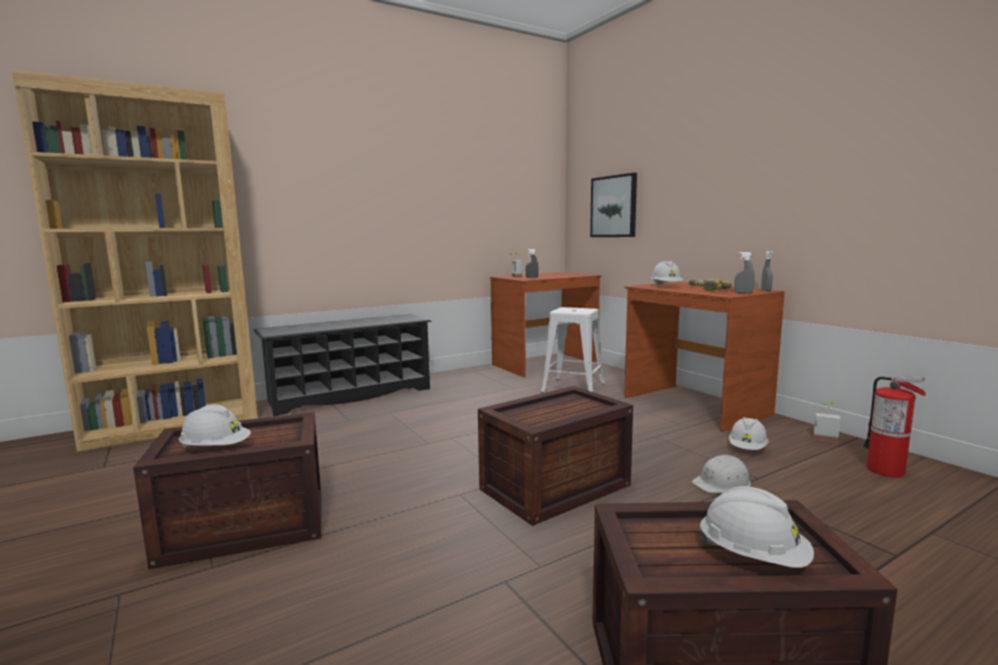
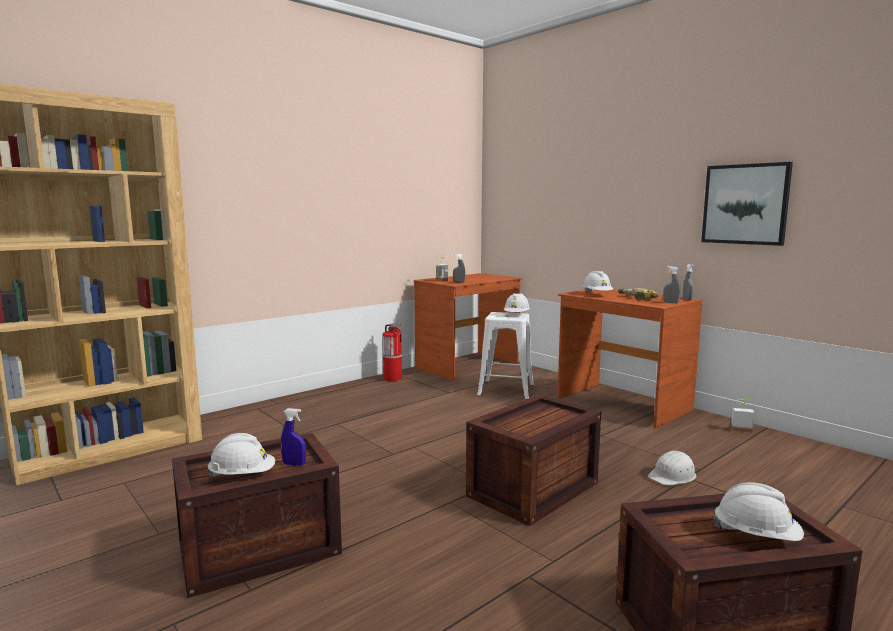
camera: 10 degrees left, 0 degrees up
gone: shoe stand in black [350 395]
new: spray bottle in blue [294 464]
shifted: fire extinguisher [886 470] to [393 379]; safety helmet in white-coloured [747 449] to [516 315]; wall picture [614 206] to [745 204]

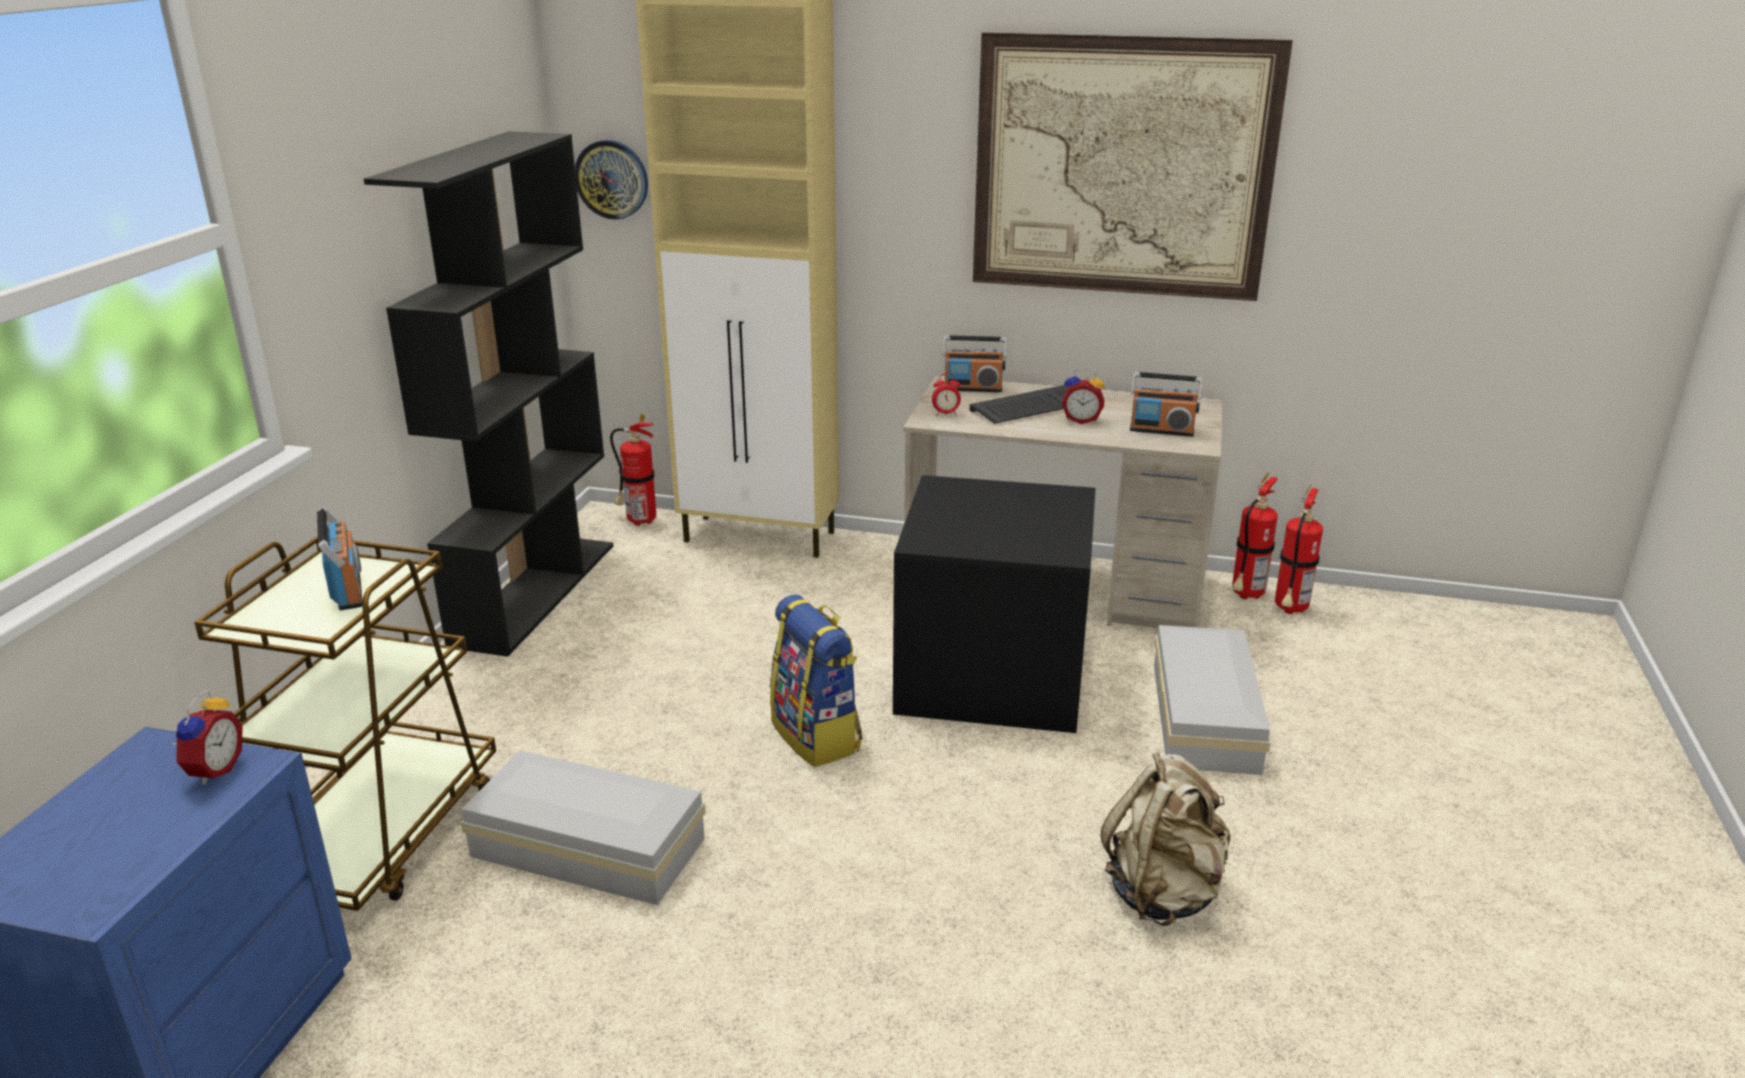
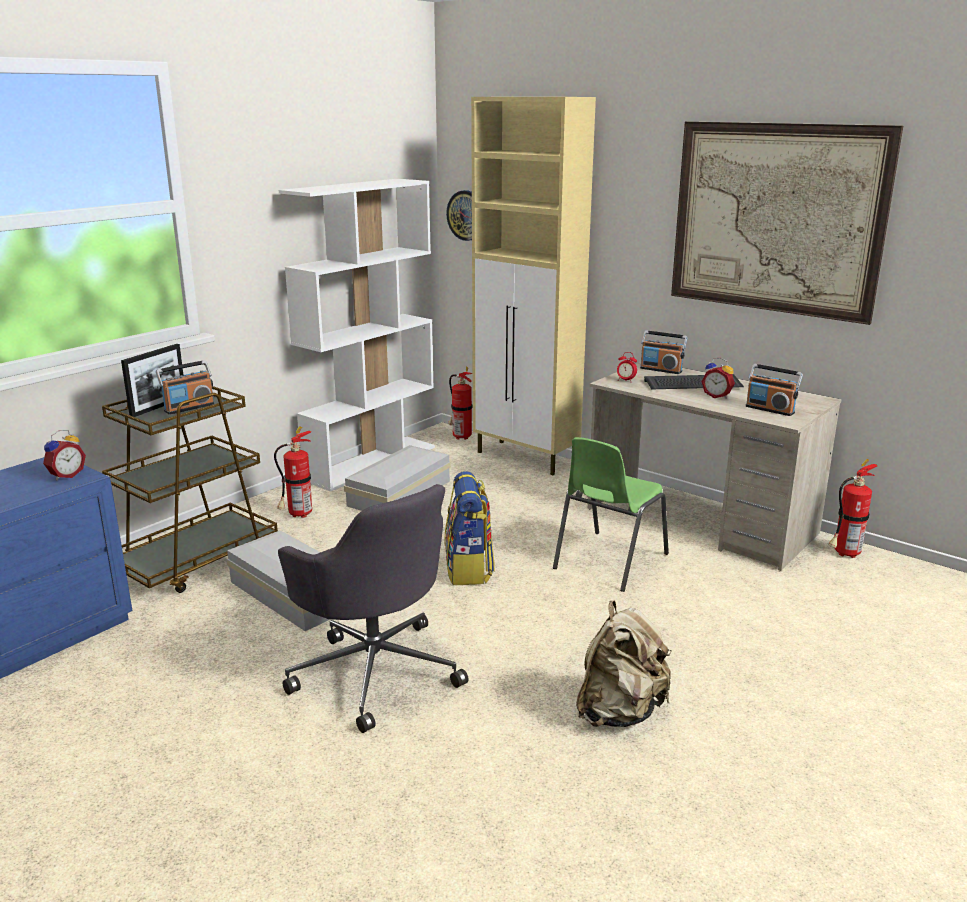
camera: 25 degrees right, 5 degrees down
new: photo frame [159 407]; desk chair in greyish [375 670]
shifted: fire extinguisher [1289 610] to [297 515]; storage box in white-coloured [1206 715] to [401 493]
swapped: storage box in black [989 675] to plain chair in greenish [608 561]
repainted: shelving unit in black [534 592] to shelving unit in white-coloured [371 462]
rotated: radio receiver [347 590] = [189 407] 45 degrees clockwise

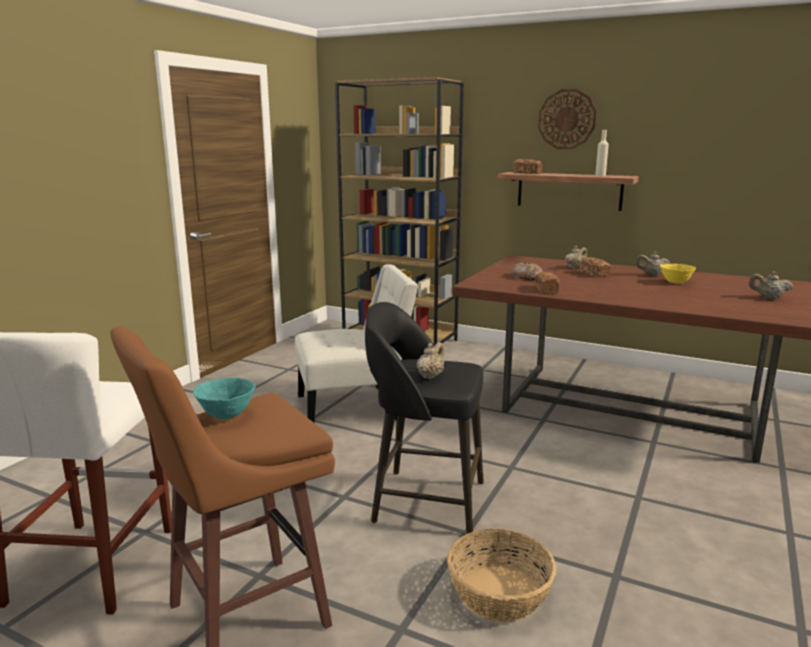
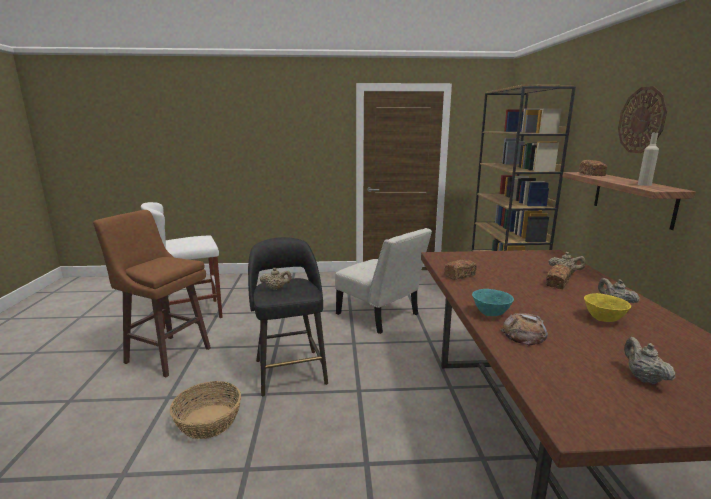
camera: 60 degrees right, 0 degrees up
shifted: serving bowl in blue-green [226 415] to [490 314]; bakery bread [527 277] to [524 334]

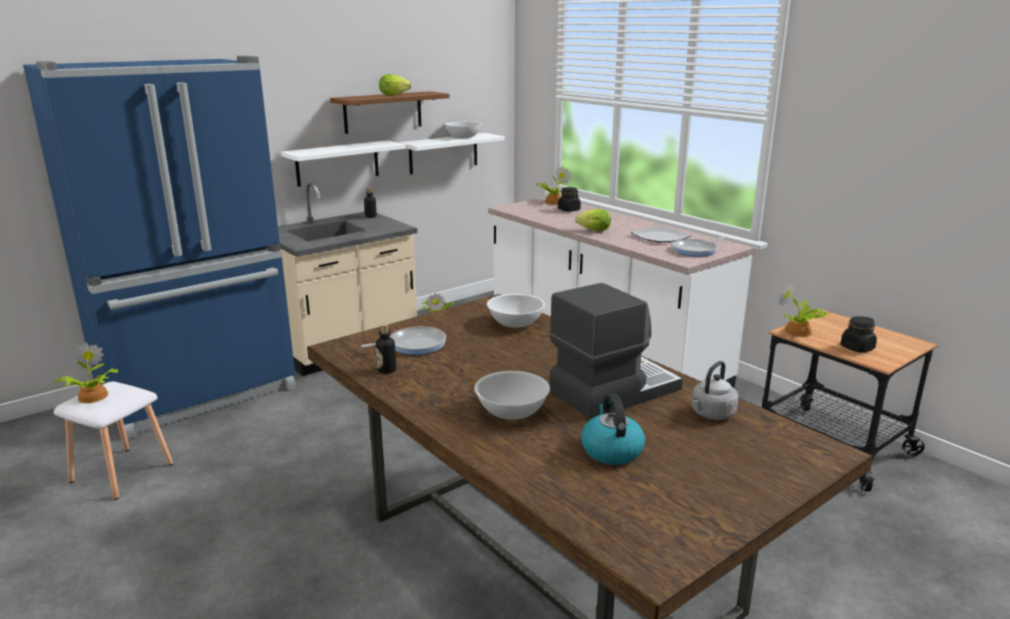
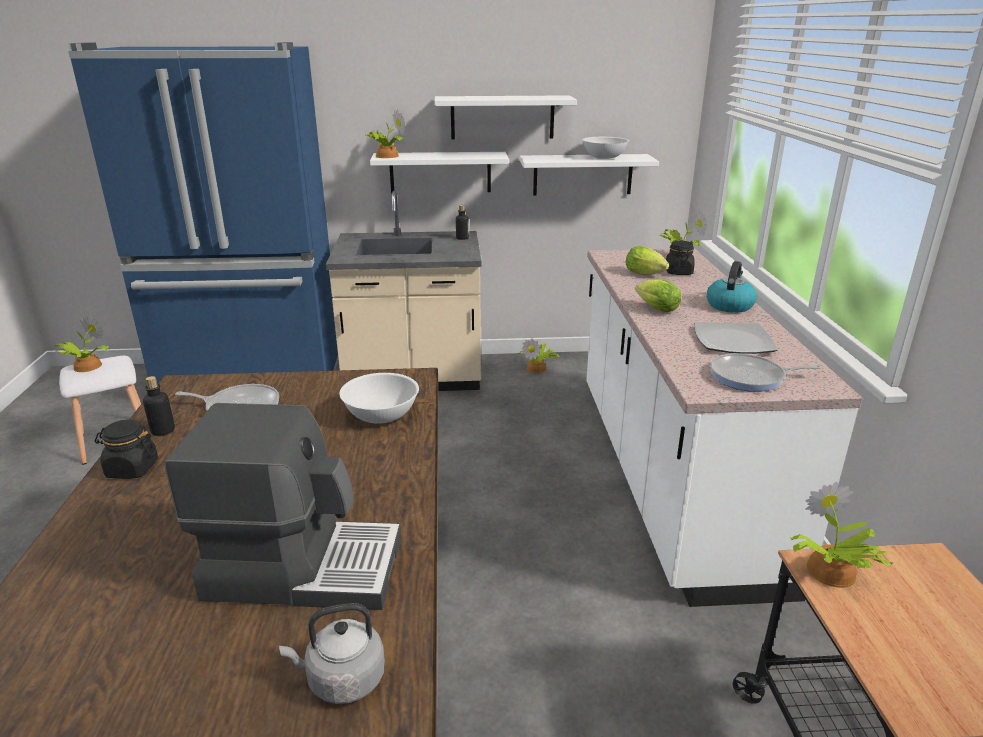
camera: 35 degrees right, 5 degrees up
gone: serving bowl in white-coloured [512 411]
new: plant in a pot [385 156]
shifted: jar in black [857 348] to [132 469]; lettuce head [396 95] to [646 275]; tea kettle [611 450] to [729 305]
repainted: wall shelf in brown-coloured [383 112] to wall shelf in white-coloured [502 117]

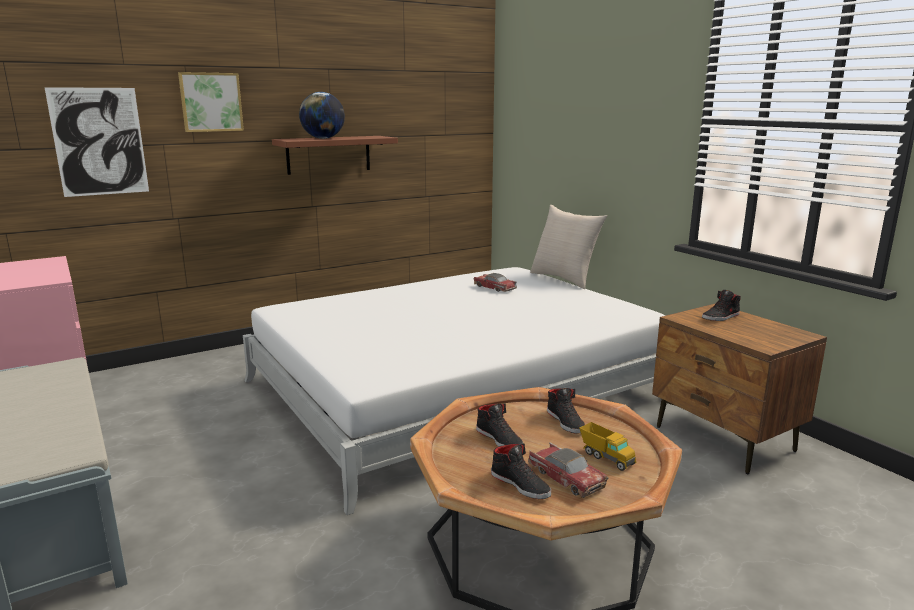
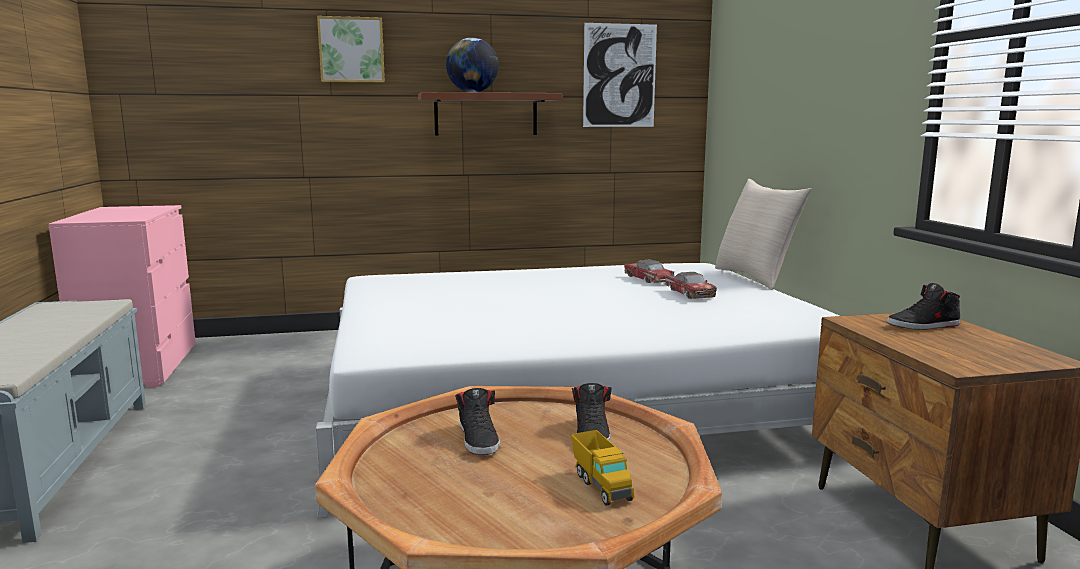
camera: 20 degrees right, 5 degrees down
gone: low shoe in black [520 484]
shifted: wall picture [99 142] to [619 75]; toy car [566 477] to [689 293]

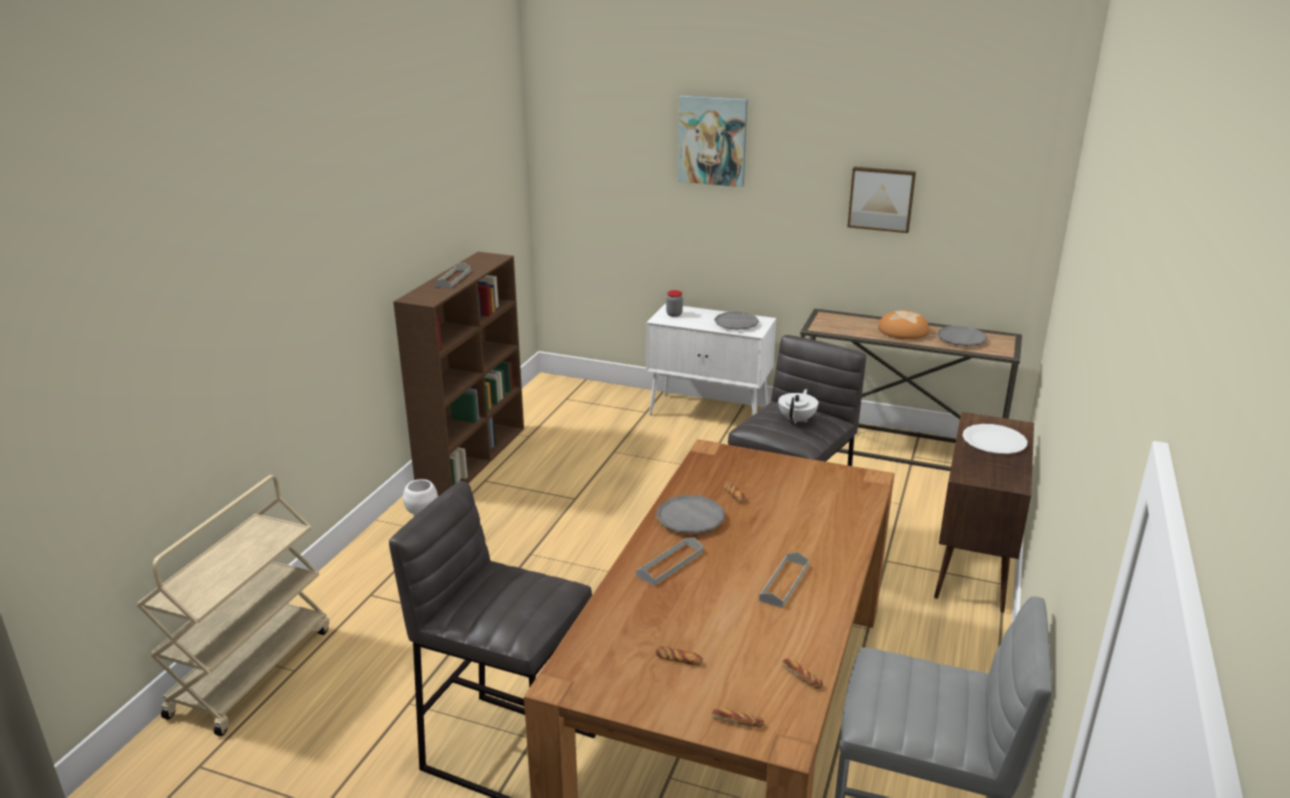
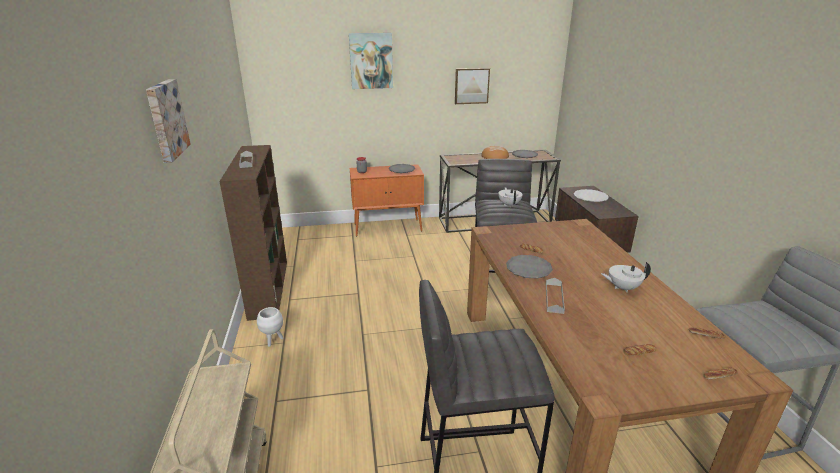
camera: 30 degrees left, 0 degrees up
new: wall picture [165 119]
swapped: serving tray in greyish [784 583] to pot for tea in white-coloured [622 288]
repainted: storage cabinet in white-coloured [710 413] to storage cabinet in orange [388 227]

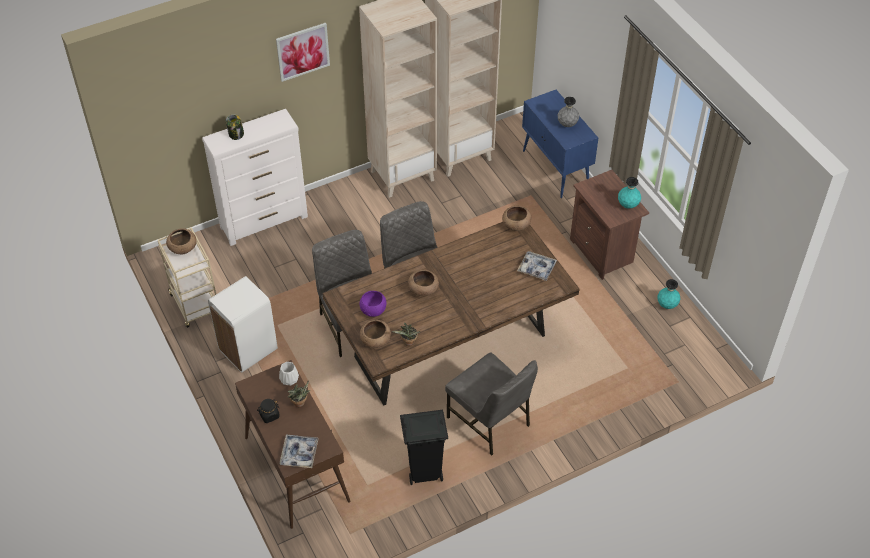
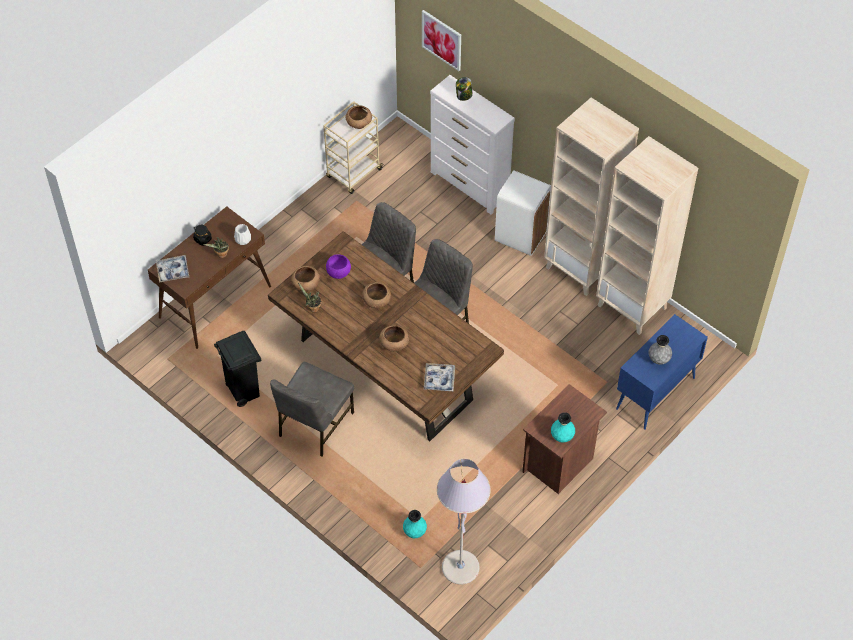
camera: 70 degrees right, 5 degrees up
new: standing lamp in greyish [460 567]
shifted: serving bowl in brown-coloured [515 225] to [394 343]; decorative vase in blue-green [667 305] to [415 532]; wall picture [302 51] to [442 40]; waste bin in white-coloured [248 350] to [520 237]

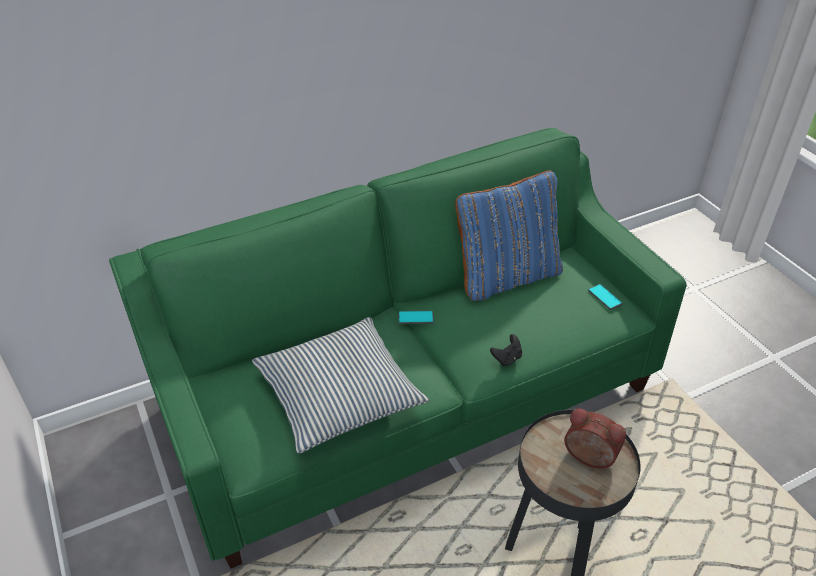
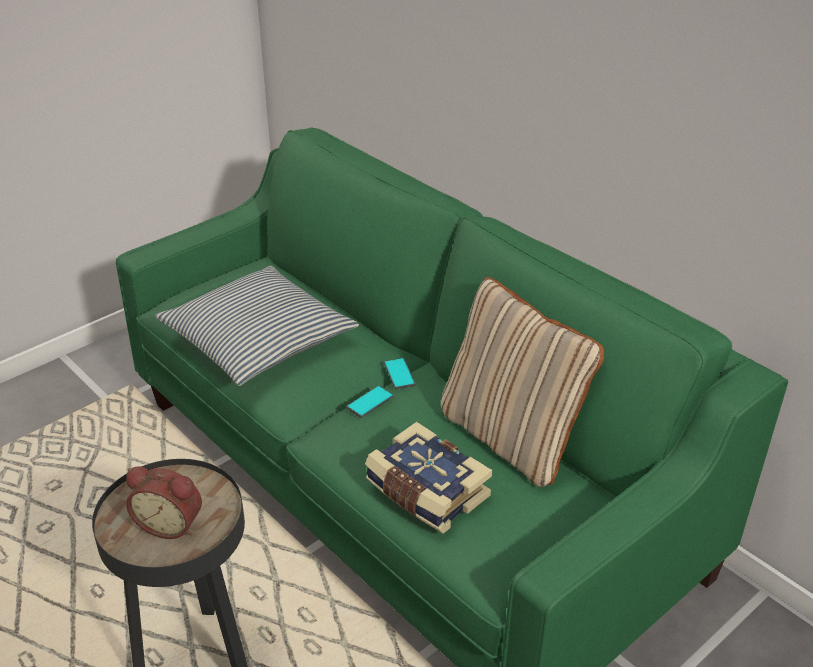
camera: 75 degrees right, 5 degrees down
gone: gamepad in black [507 358]
new: book [425 493]
shifted: handset [605 297] to [370 402]
repainted: cushion in blue [506 276] to cushion in beige-coloured [511 437]
rotated: alarm clock [588 458] = [171 523] 90 degrees clockwise

